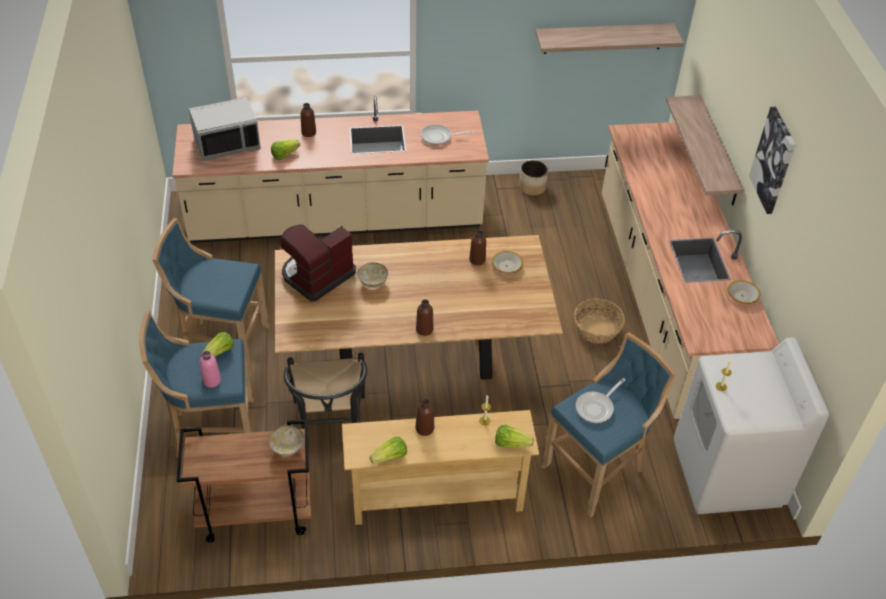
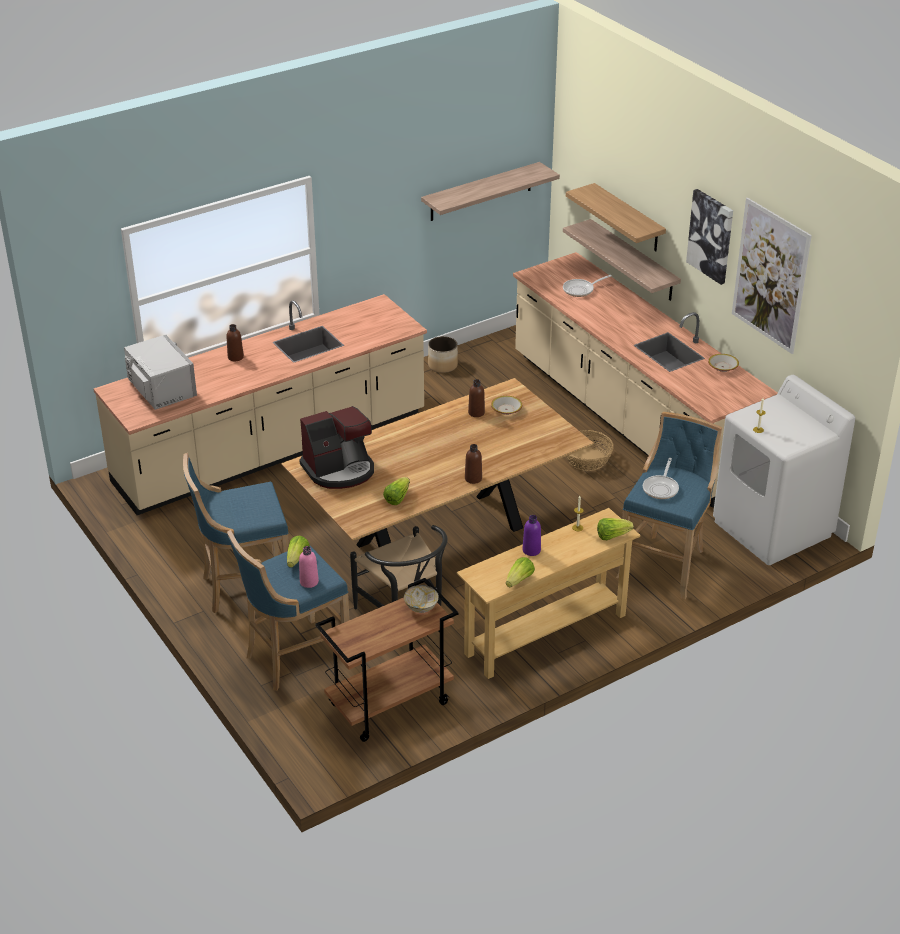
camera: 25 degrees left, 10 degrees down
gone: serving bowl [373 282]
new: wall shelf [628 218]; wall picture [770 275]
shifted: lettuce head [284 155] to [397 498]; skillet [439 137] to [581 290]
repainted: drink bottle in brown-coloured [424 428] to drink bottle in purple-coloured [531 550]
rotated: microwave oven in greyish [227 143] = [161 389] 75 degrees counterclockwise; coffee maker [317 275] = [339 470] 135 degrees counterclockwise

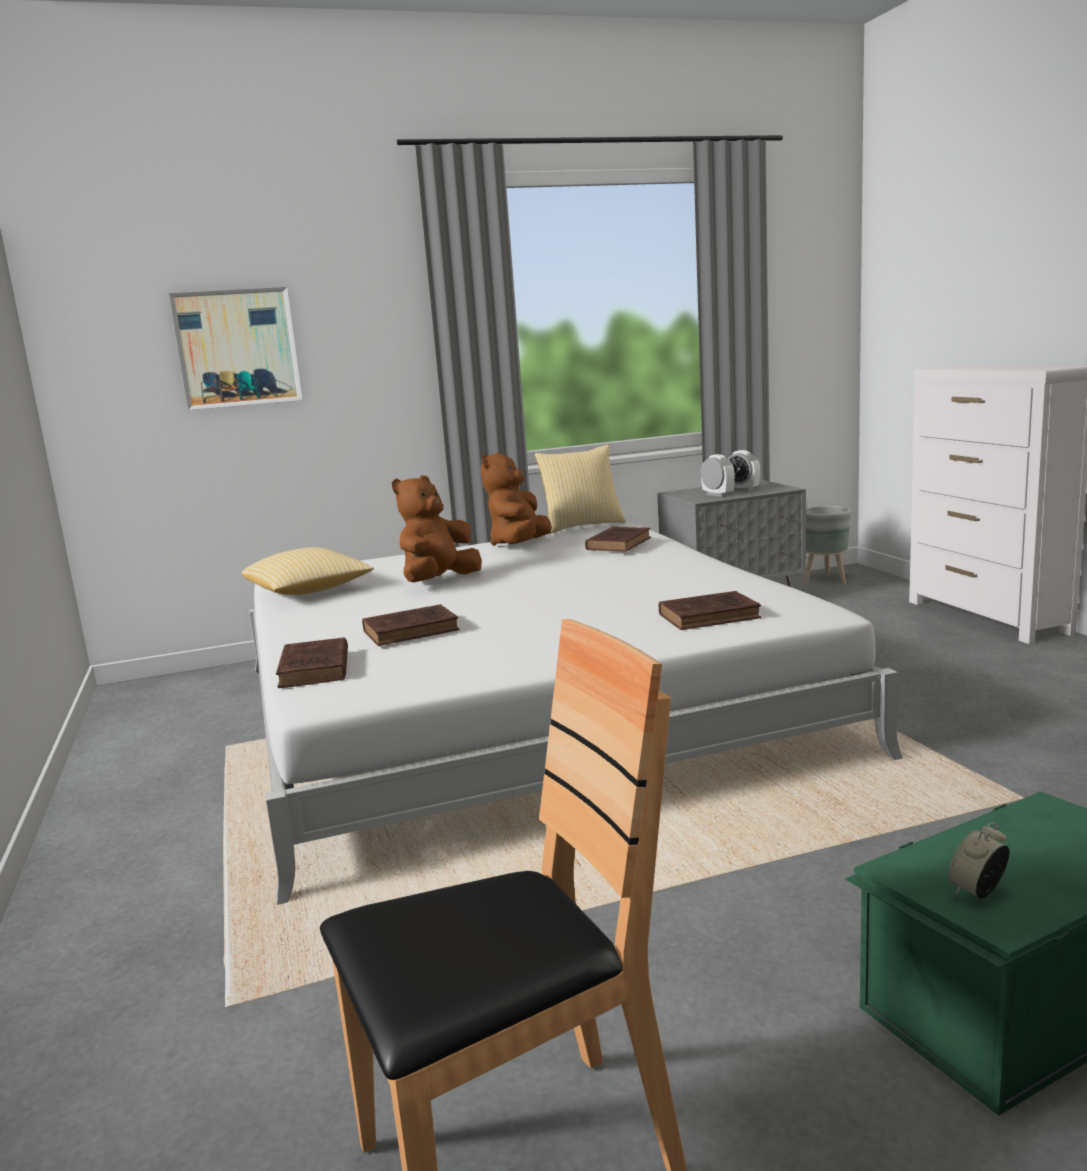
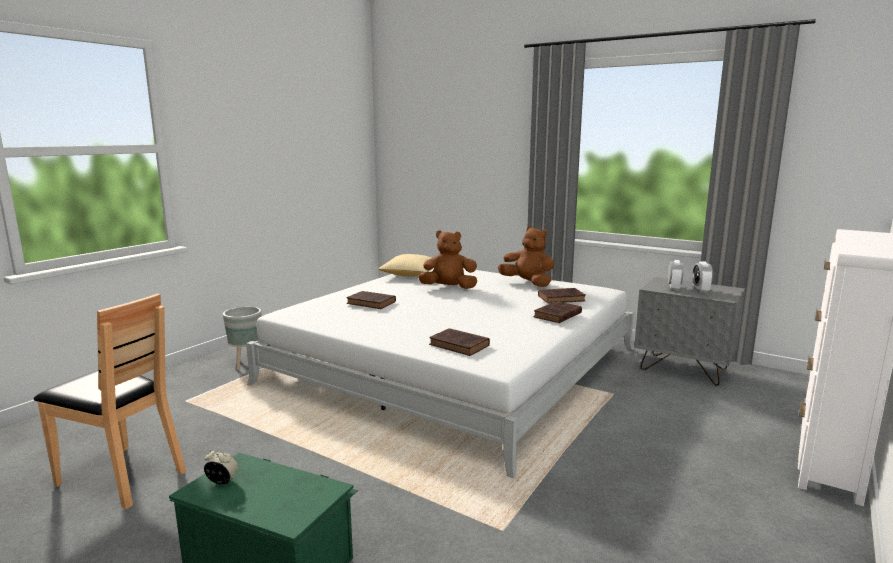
camera: 50 degrees right, 0 degrees up
gone: wall picture [237 348]; cushion [582 525]
shifted: plant pot in greyish [826 580] to [247 363]; book in brown-coloured [314 670] to [557 315]
rotated: cuddly toy in brown-coloured [519 545] = [528 283] 60 degrees clockwise

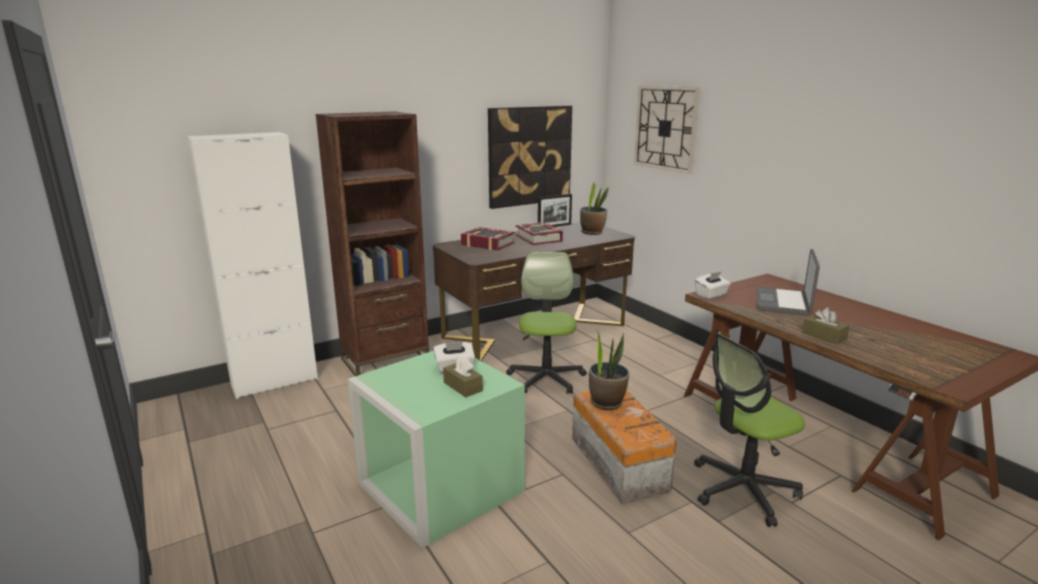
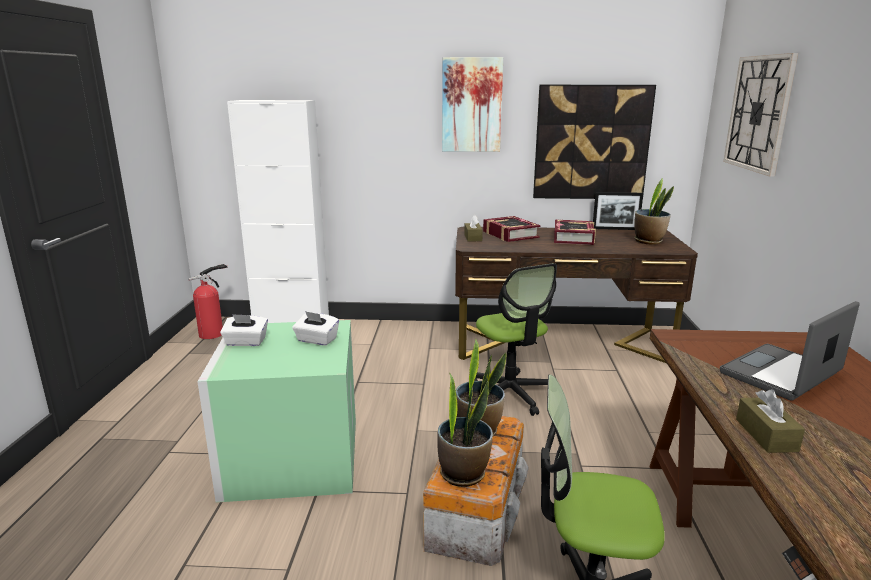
camera: 35 degrees right, 0 degrees up
gone: shelving unit in brown-coloured [385 360]
new: fire extinguisher [214 333]; plant in a pot [463 473]; wall picture [471 105]
shifted: box of tissues in white-coloured [711 295] to [246 342]; box of tissues in brown-coloured [463 386] to [473 237]
rotated: desk chair [546 379] = [511 394] 120 degrees clockwise

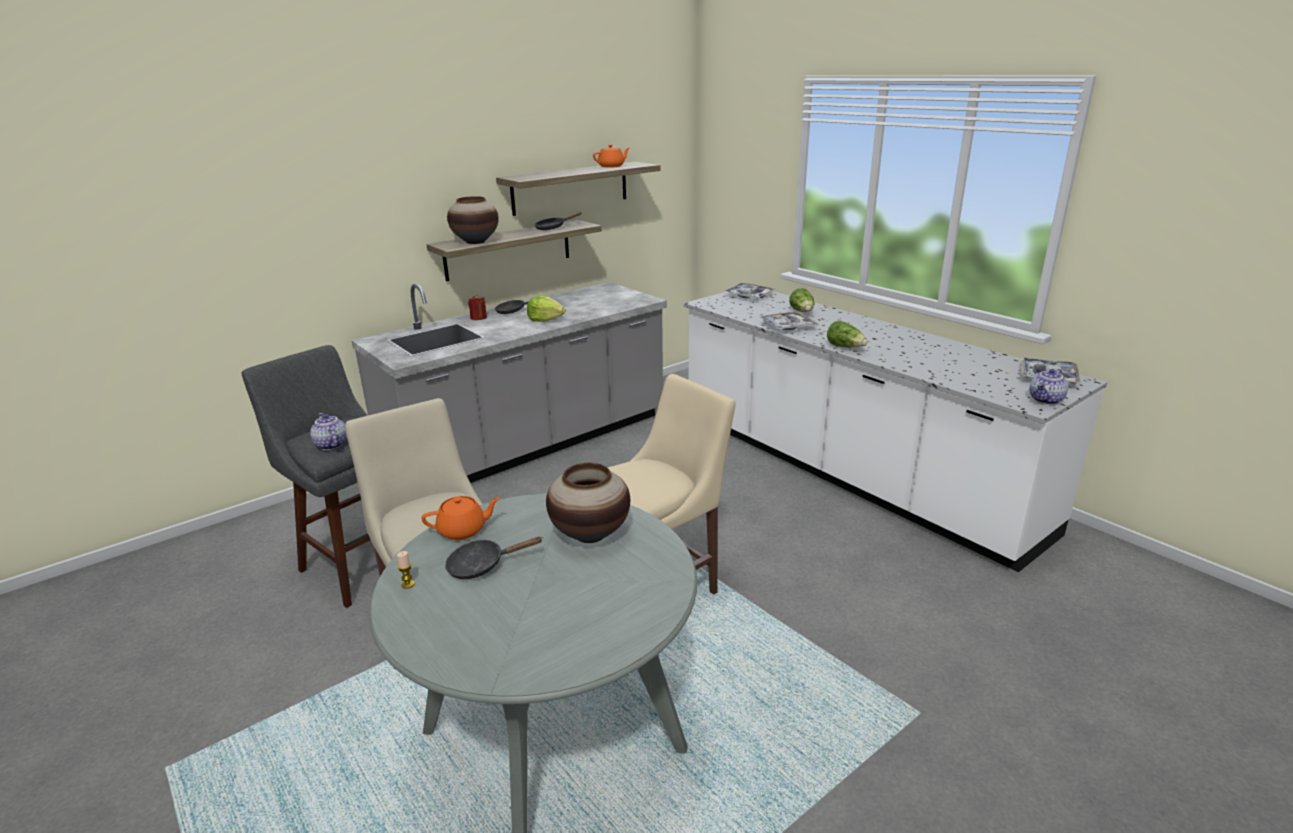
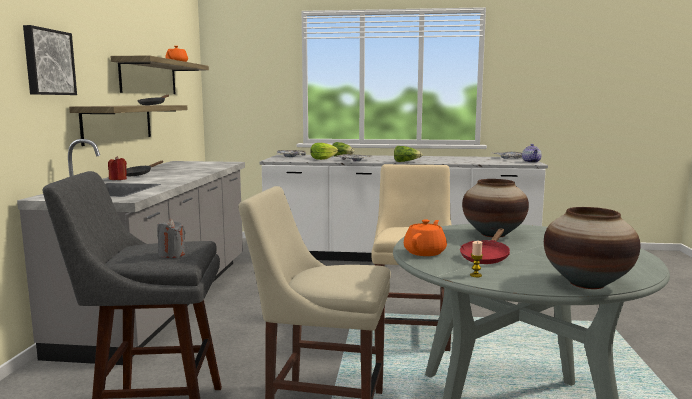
camera: 45 degrees left, 15 degrees down
new: wall picture [48 62]
shifted: lettuce head [545 320] to [322 159]; decorative vase [476 242] to [587 283]
swapped: pot for tea [330 445] to candle in greyish [172 254]
repainted: skillet in black [482 565] to skillet in red [485 257]

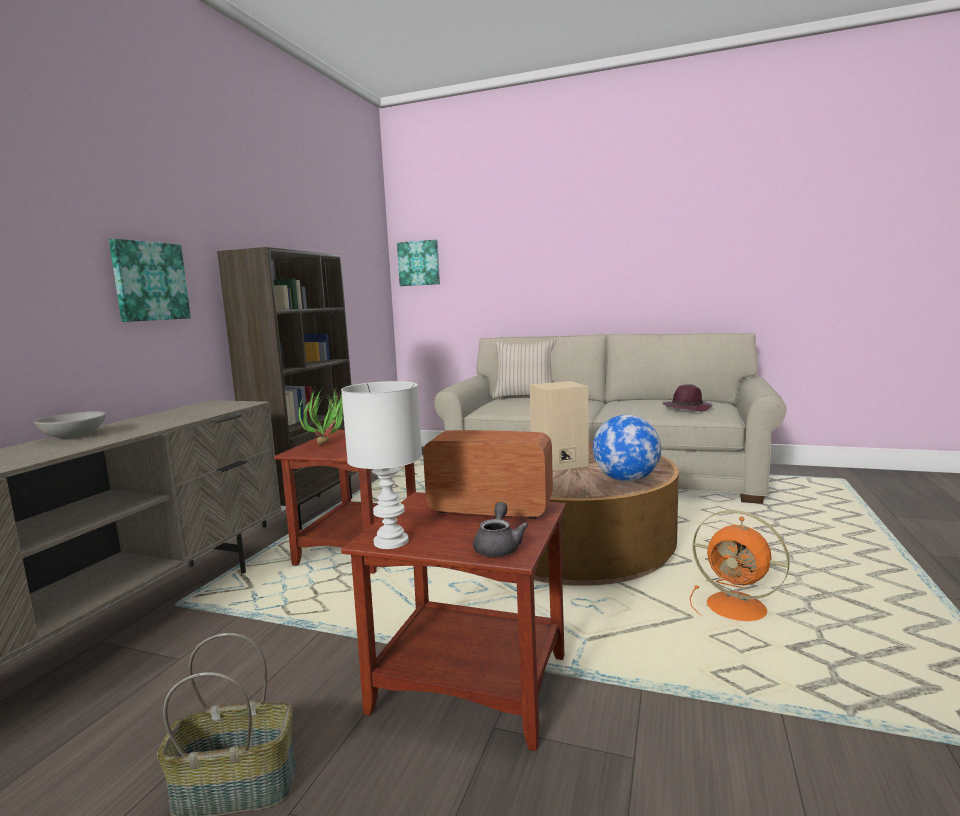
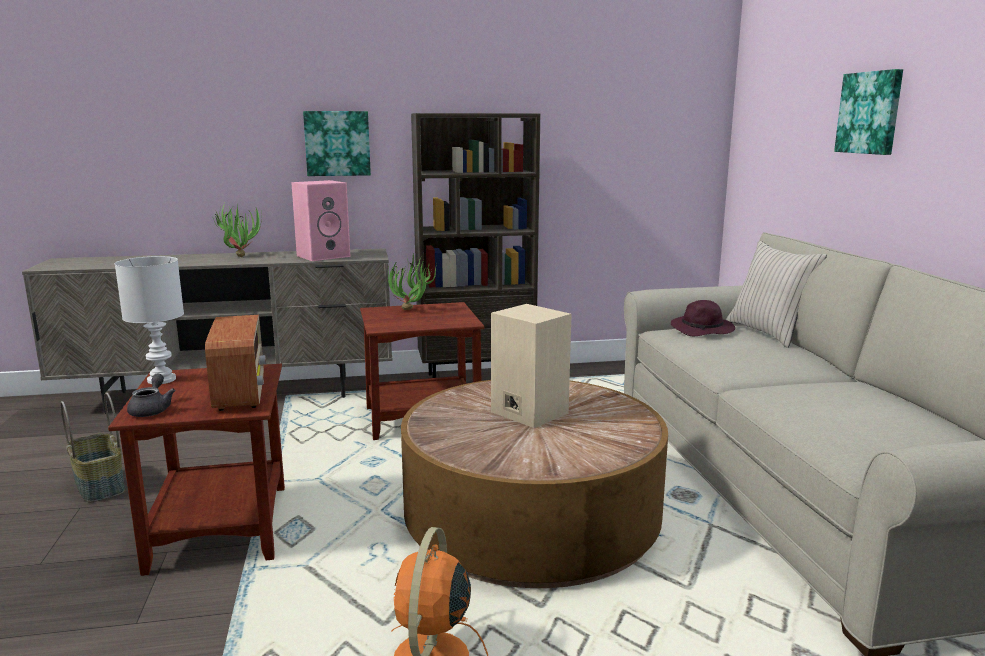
camera: 60 degrees right, 5 degrees up
gone: desk globe [626 480]
new: speaker in pink-coloured [324 256]
shifted: clothing hat in purple-coloured [687 408] to [703 330]; wall picture [419 263] to [870 113]
swapped: serving bowl in greyish [74 437] to plant in a pot [240 255]
rotated: pot for tea in greyish [498 547] = [152 410] 75 degrees counterclockwise

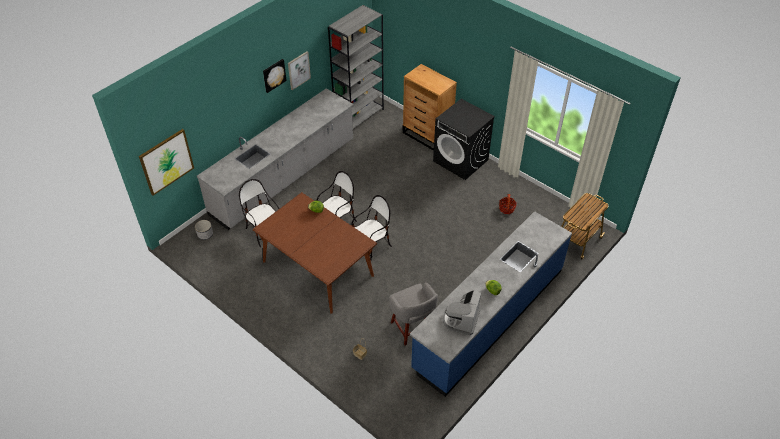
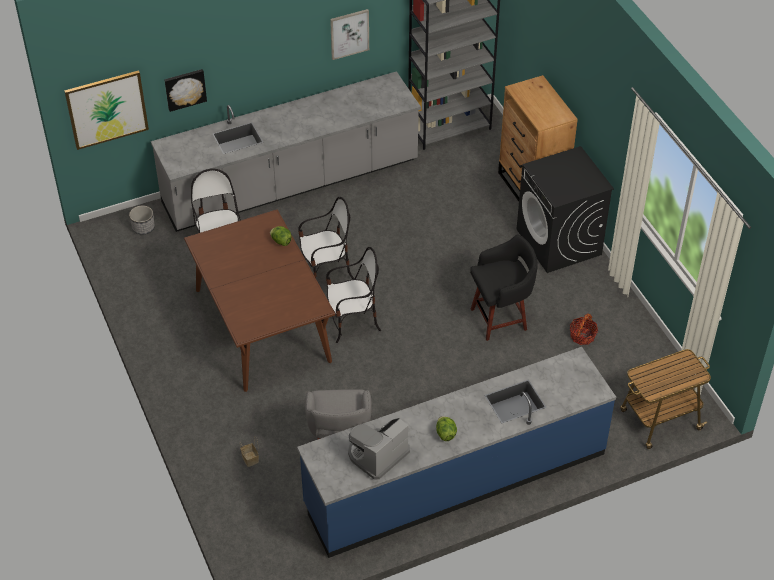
camera: 25 degrees right, 0 degrees up
new: stool seat in black [500 318]
shifted: wall picture [273 75] to [185 89]

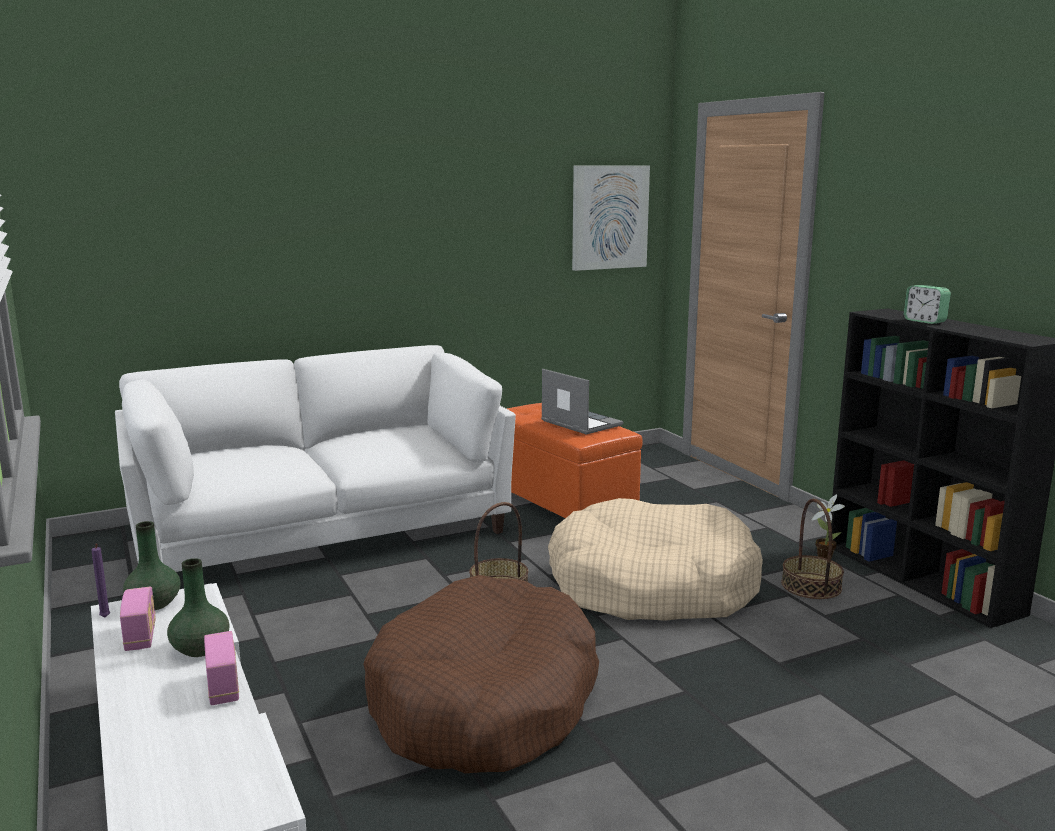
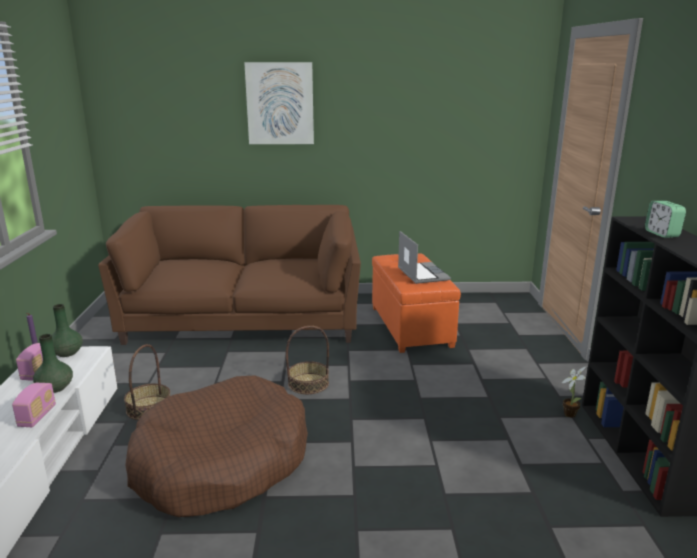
camera: 25 degrees right, 5 degrees up
gone: dog cushion in beige-coloured [651 586]
shifted: basket [811 586] to [149 408]; wall picture [609 217] to [280 103]
repainted: settee in white-coloured [319 531] to settee in brown-coloured [244 319]

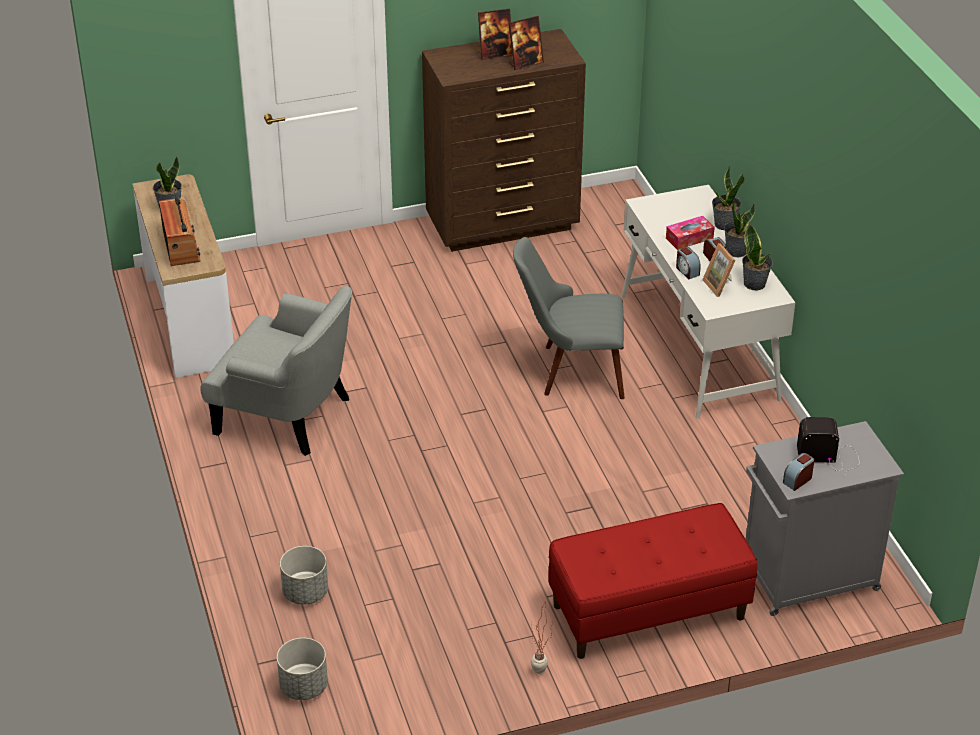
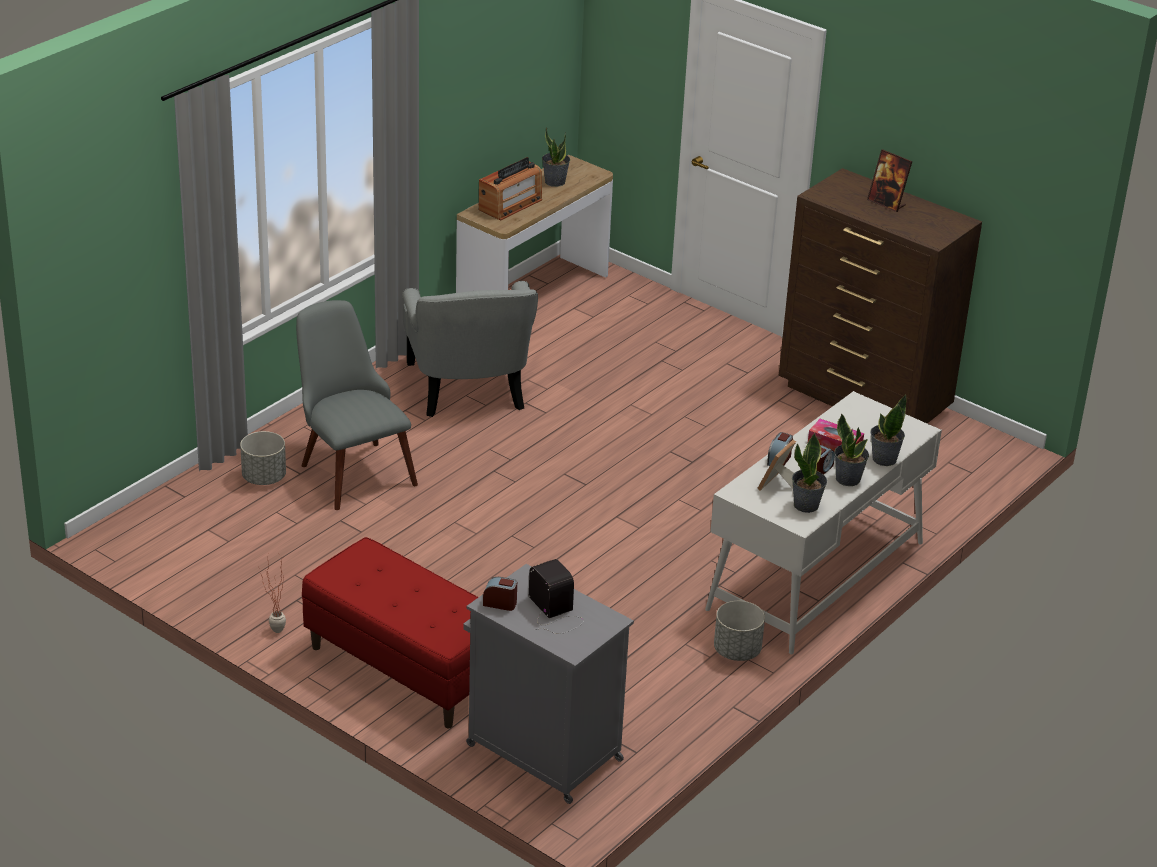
camera: 55 degrees right, 5 degrees down
gone: photo frame [525 63]
shifted: plain chair in greyish [570 371] to [350 467]; plant pot in greyish [303 686] to [736 651]

